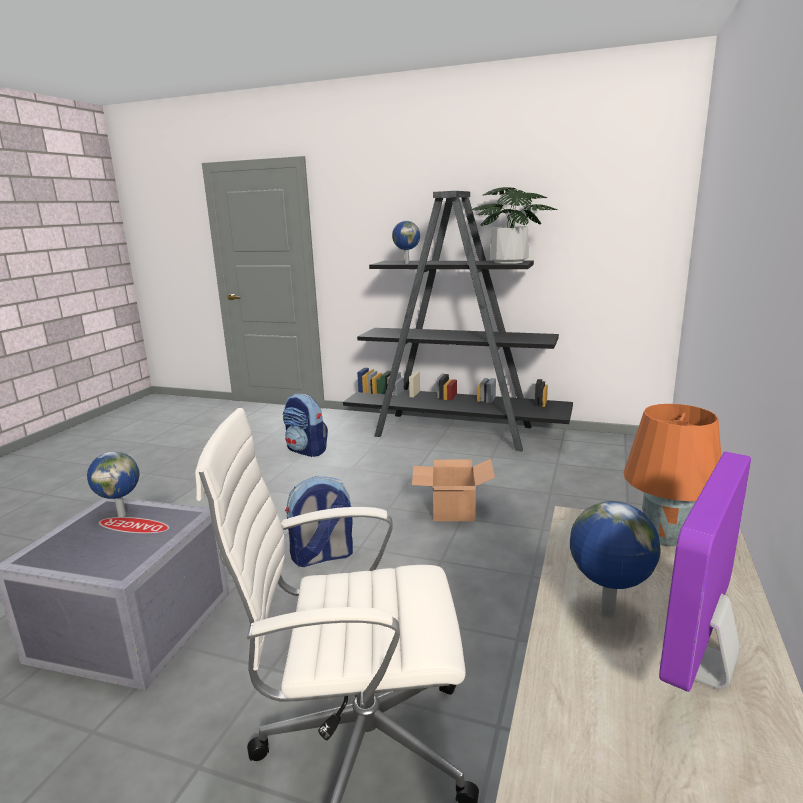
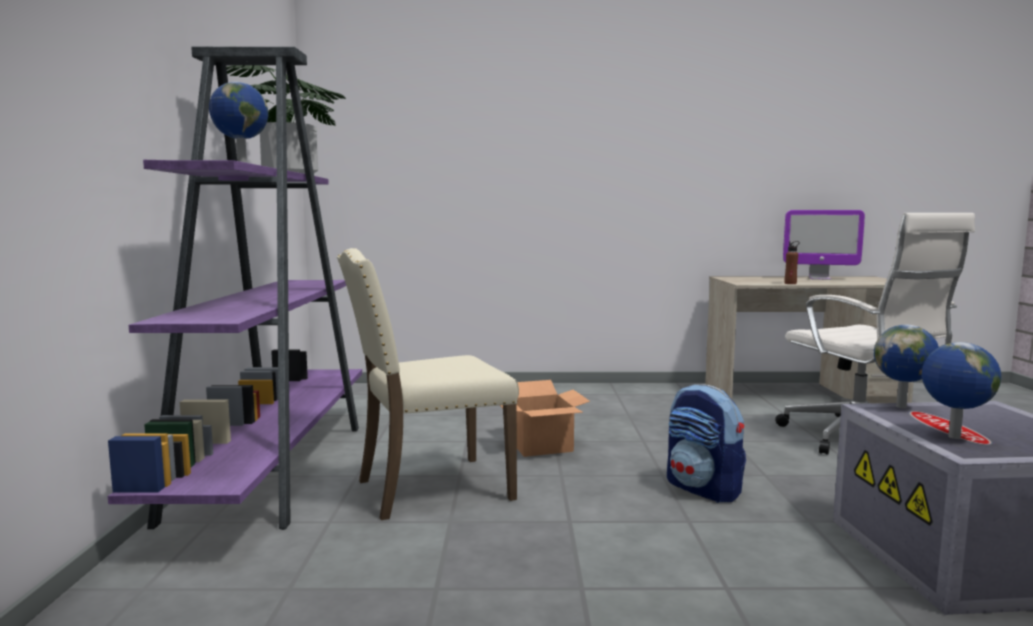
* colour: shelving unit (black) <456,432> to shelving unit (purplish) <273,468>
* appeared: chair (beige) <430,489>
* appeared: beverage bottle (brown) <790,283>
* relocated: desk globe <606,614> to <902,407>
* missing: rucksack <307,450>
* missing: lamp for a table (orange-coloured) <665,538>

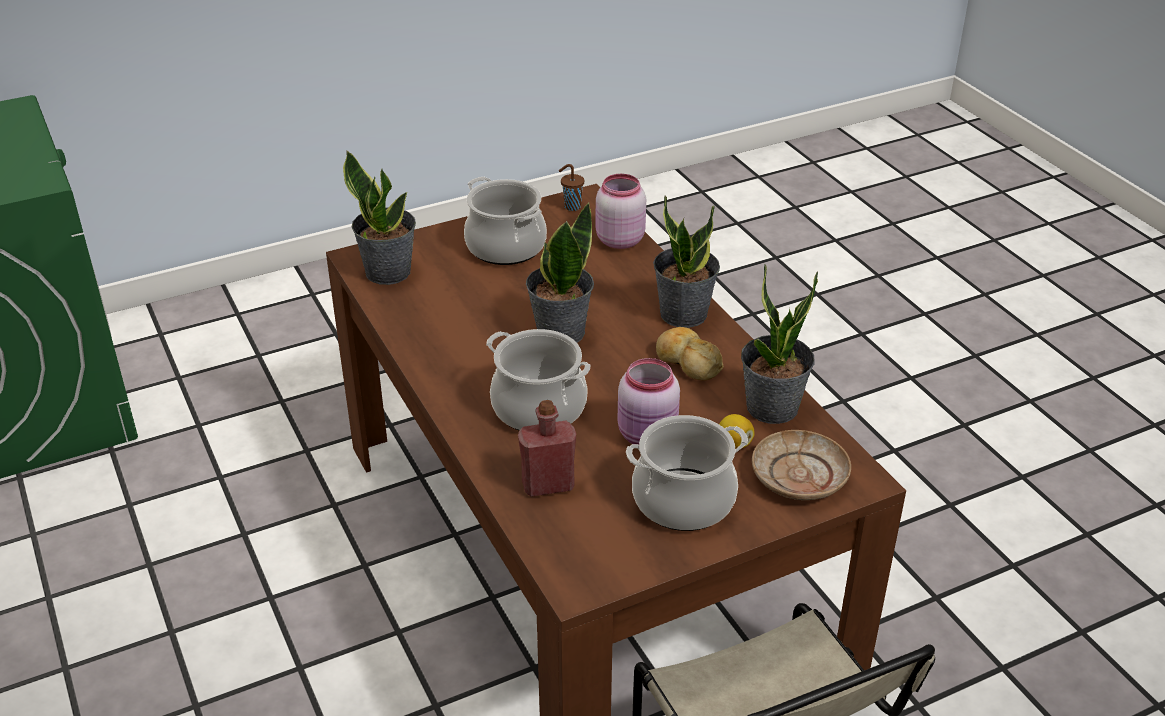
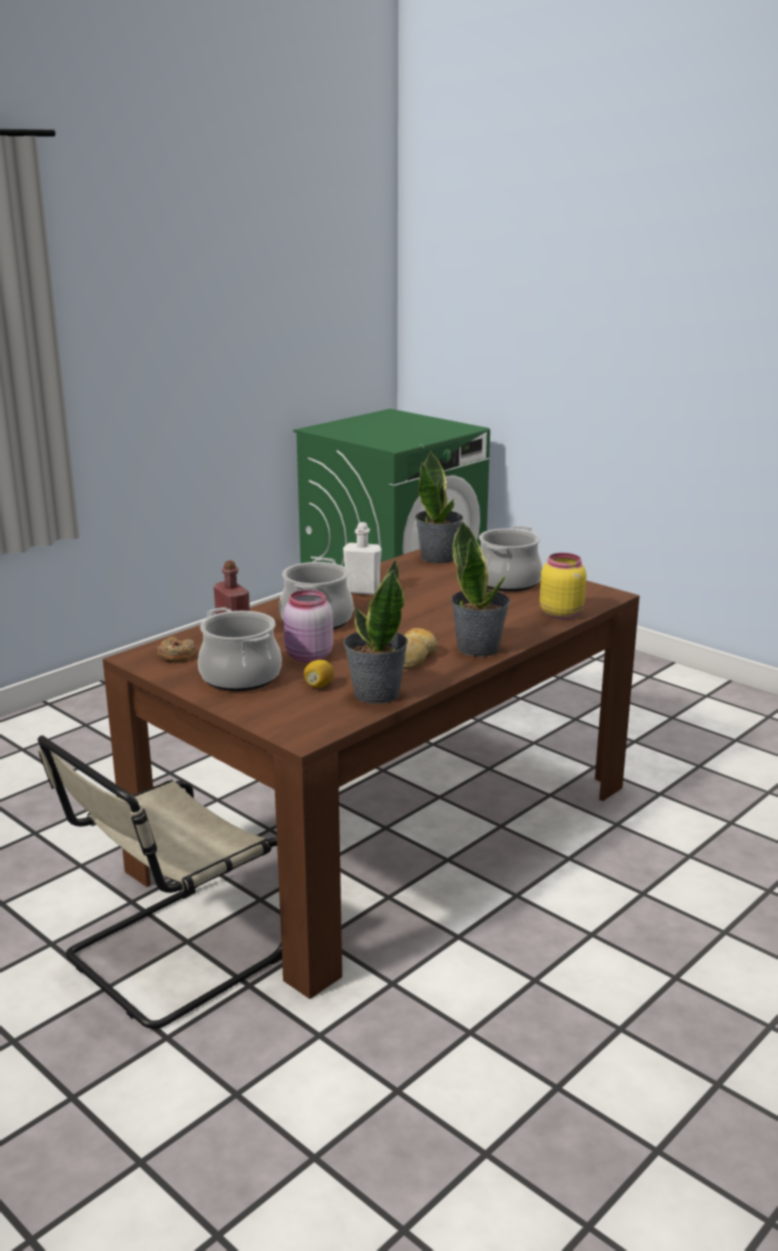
* appeared: ring doughnut <176,656>
* appeared: beverage bottle (whitish) <362,591>
* colour: storage jar (pink-coloured) <618,240> to storage jar (yellowish) <561,613>
* missing: potted plant <560,332>
* missing: cup (brown) <571,206>
* missing: flat dish (beige) <799,476>

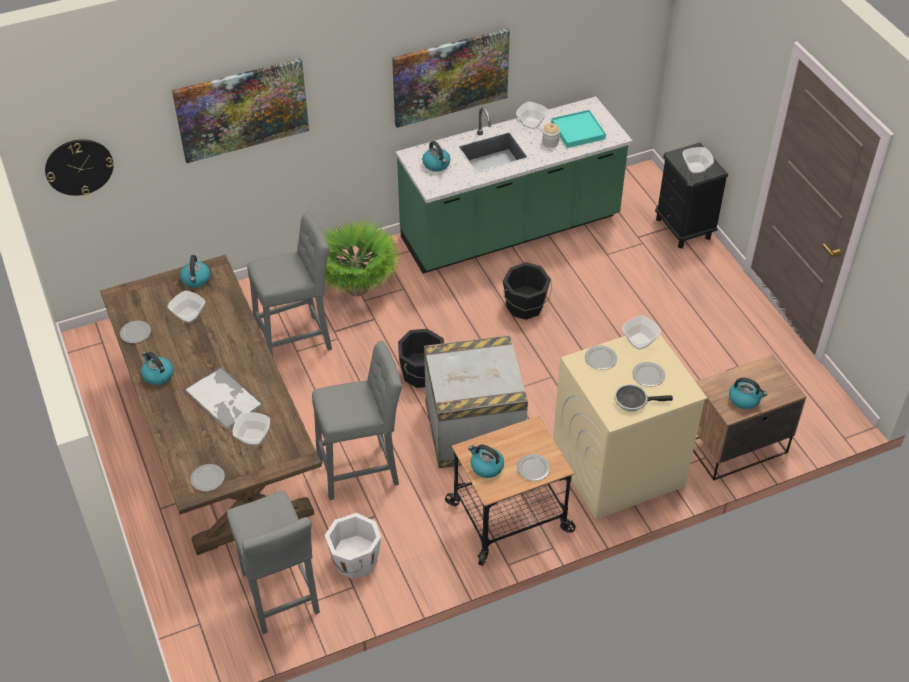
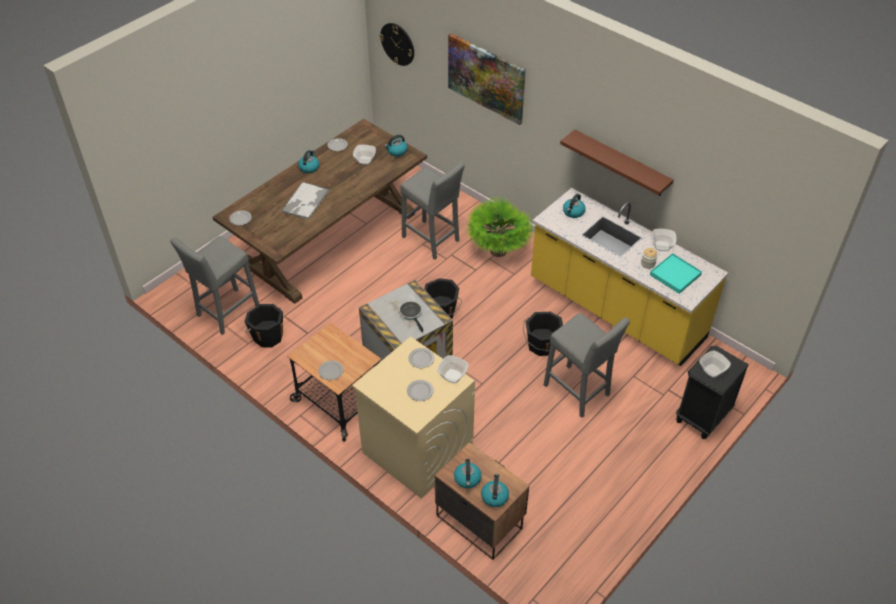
* colour: bucket (whitish) <354,561> to bucket (black) <267,336>
* relocated: pan <633,401> to <411,314>
* relocated: tea kettle <486,467> to <494,496>
* colour: kitchen counter (green) <511,230> to kitchen counter (yellowish) <615,310>
* relocated: stool seat (gray) <362,471> to <578,393>
* exchanged: wall art <450,77> to shelf (brown) <621,164>
* missing: bowl <253,436>

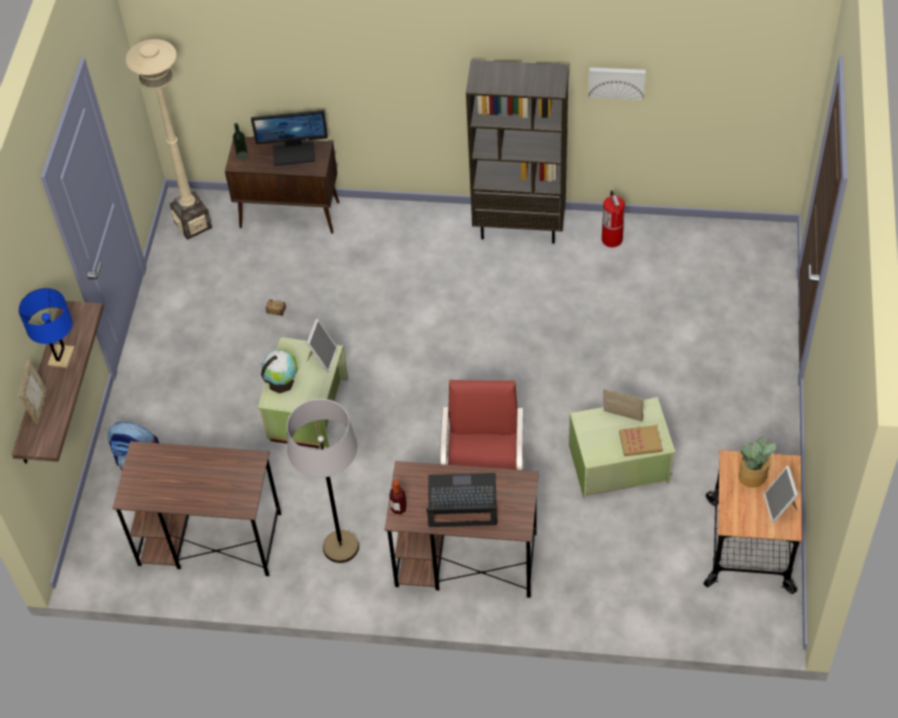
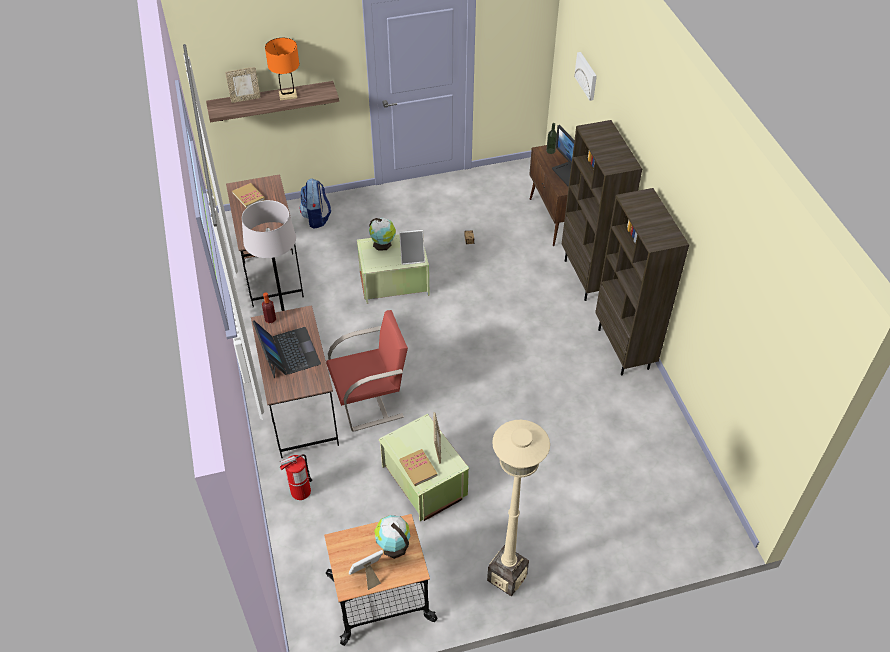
* appeared: book <248,196>
* colour: lamp for a table (bluish) <61,357> to lamp for a table (orange-coloured) <288,95>
* relocated: fire-fighting cylinder <612,239> to <300,492>
* exchanged: potted plant <753,476> to desk globe <393,546>
* relocated: standard lamp (beige) <193,224> to <507,577>
* appeared: shelving unit (brown) <588,277>
* relocated: wall art <616,81> to <587,75>

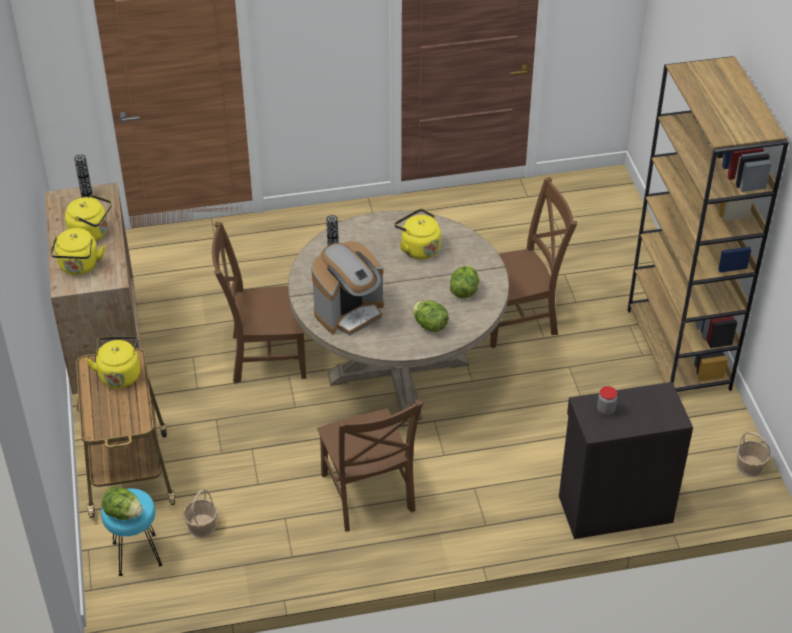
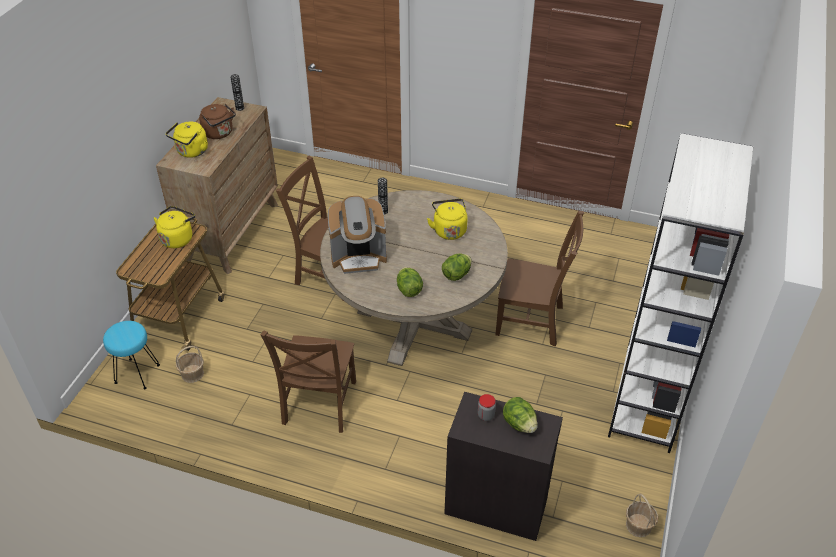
* colour: tea kettle (yellowish) <92,233> to tea kettle (brown) <219,133>
* relocated: lettuce head <123,513> to <519,424>
* colour: shelving unit (brown) <679,350> to shelving unit (whitish) <647,400>

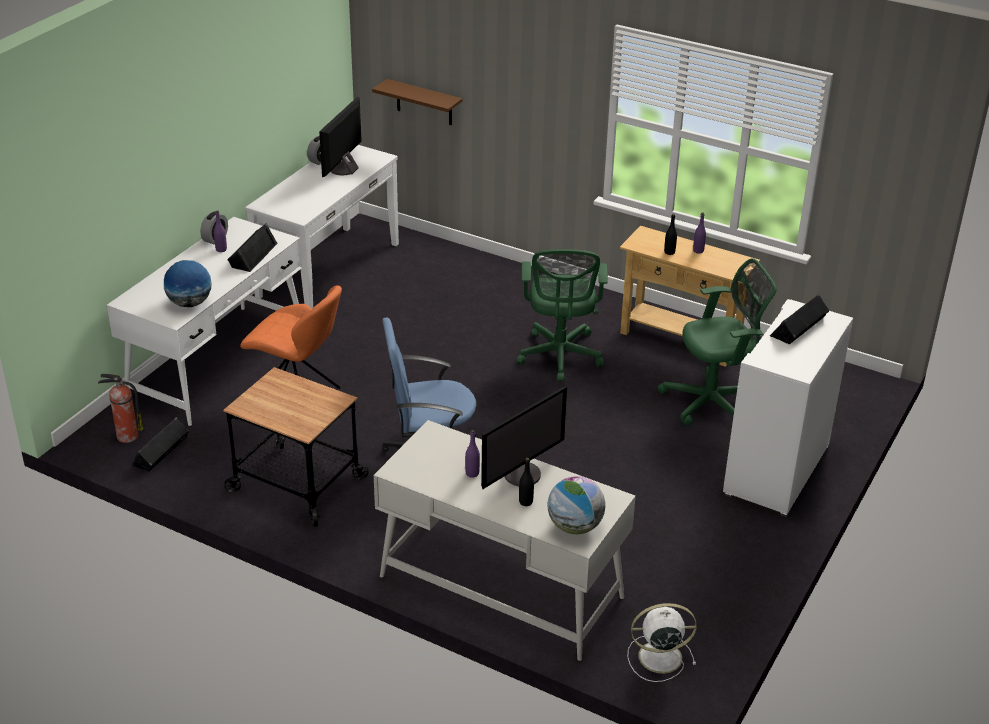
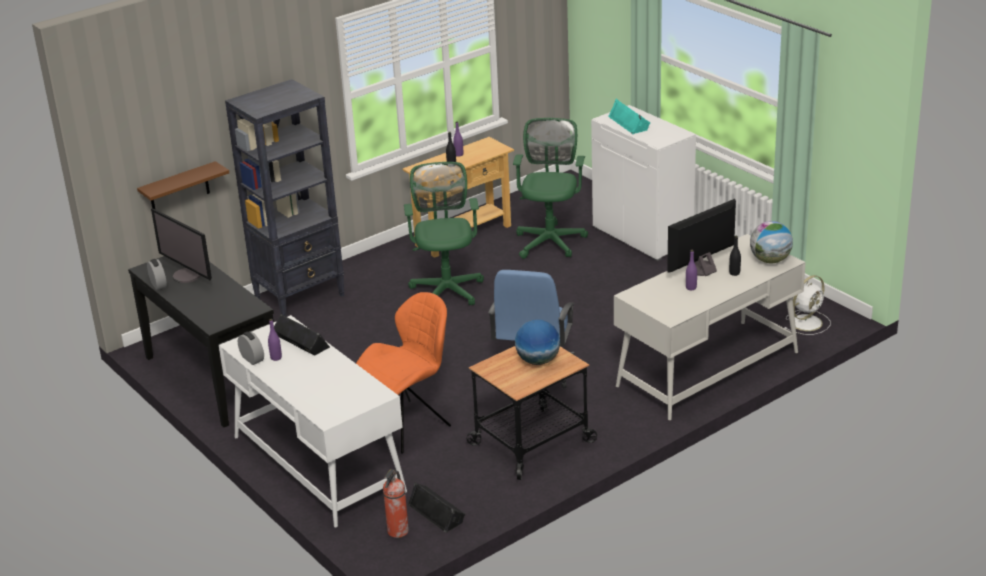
* colour: narrow table (whitish) <328,270> to narrow table (black) <212,379>
* appeared: shelving unit (black) <300,297>
* spun: desk chair (green) <560,357> = <447,290> 120 degrees counterclockwise
* relocated: desk globe <190,303> to <538,361>
* colour: audio speaker (black) <800,327> to audio speaker (blue-green) <629,123>
* spun: computer display <522,474> = <701,269> 105 degrees counterclockwise
* spun: cooling fan (whitish) <658,657> = <807,322> 150 degrees counterclockwise

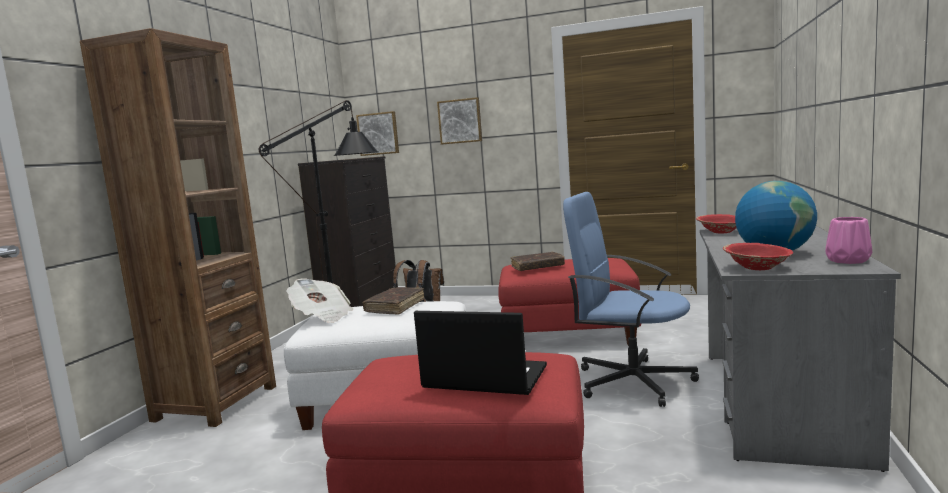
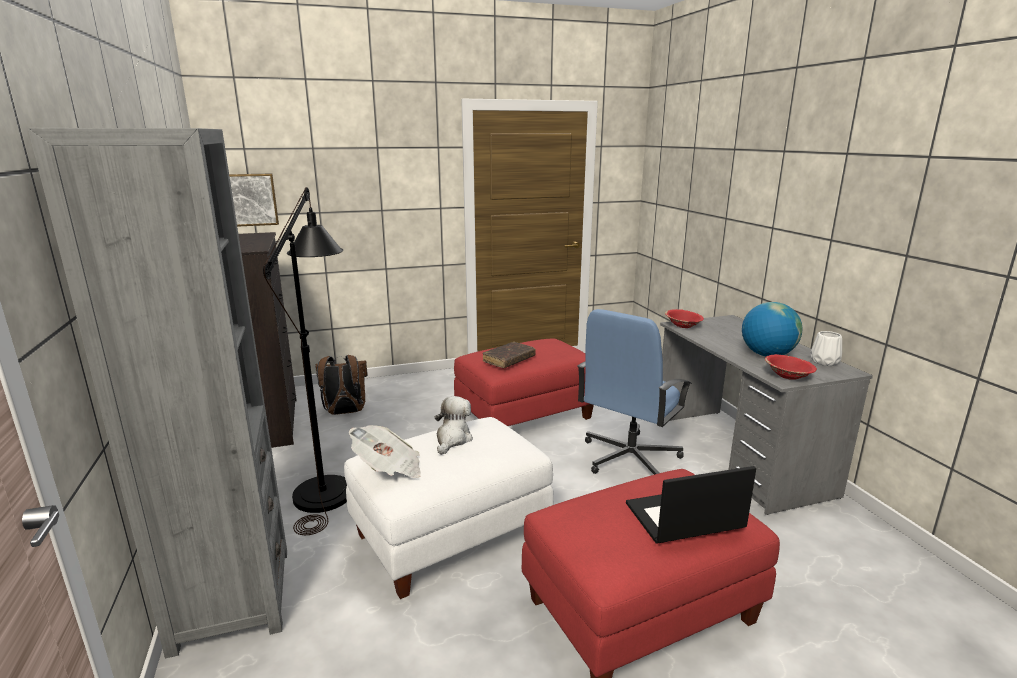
* colour: shelving unit (brown) <215,403> to shelving unit (gray) <232,599>
* exchanged: book (brown) <395,307> to soft toy <452,439>
* spun: desk chair (bluish) <631,381> = <629,458> 45 degrees counterclockwise
* colour: vase (pink-coloured) <846,260> to vase (whitish) <823,362>
* missing: wall art <460,121>

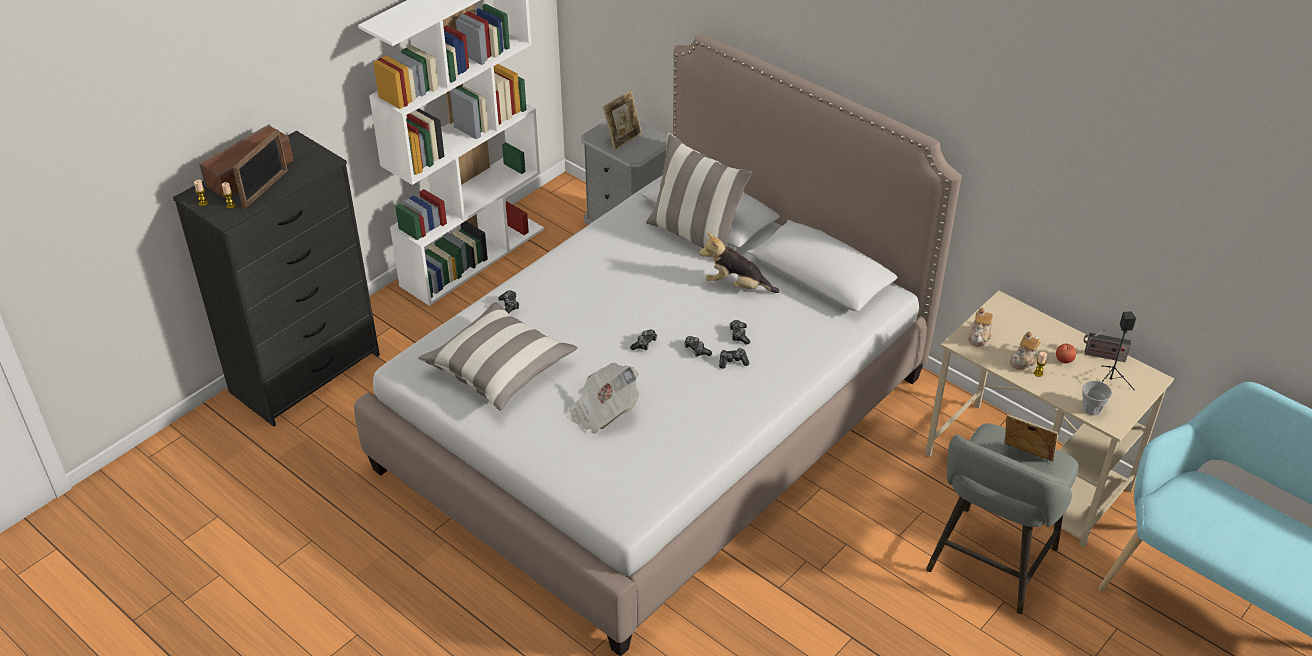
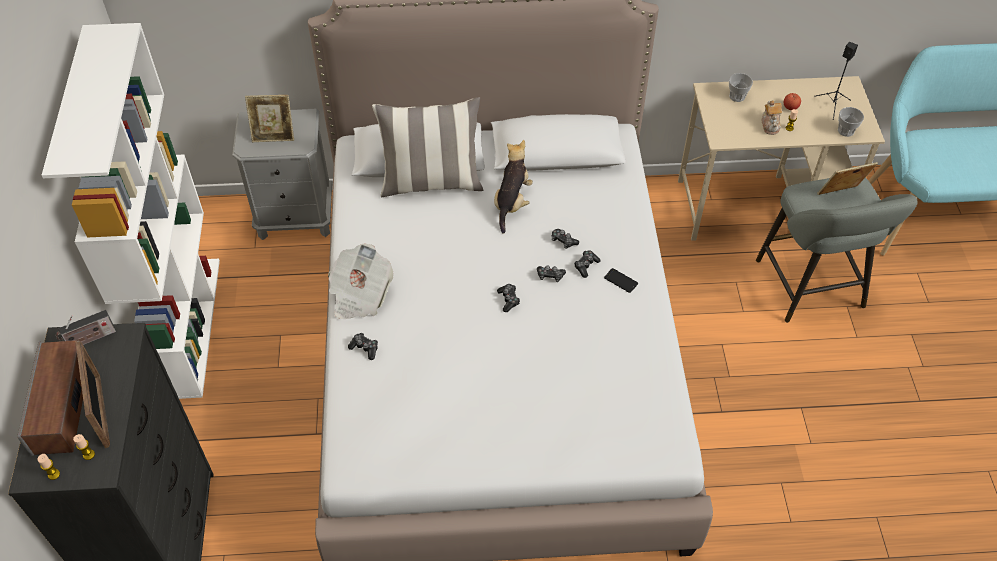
* relocated: radio <1102,356> to <89,339>
* spun: photo frame <623,139> = <274,136> 90 degrees clockwise
* relocated: daily paper <603,411> to <360,294>
* spun: soft toy <736,286> = <512,202> 135 degrees clockwise
* appeared: handset <621,281>
* appeared: cup <737,96>
* missing: throw pillow <499,369>
* missing: teapot <979,336>

